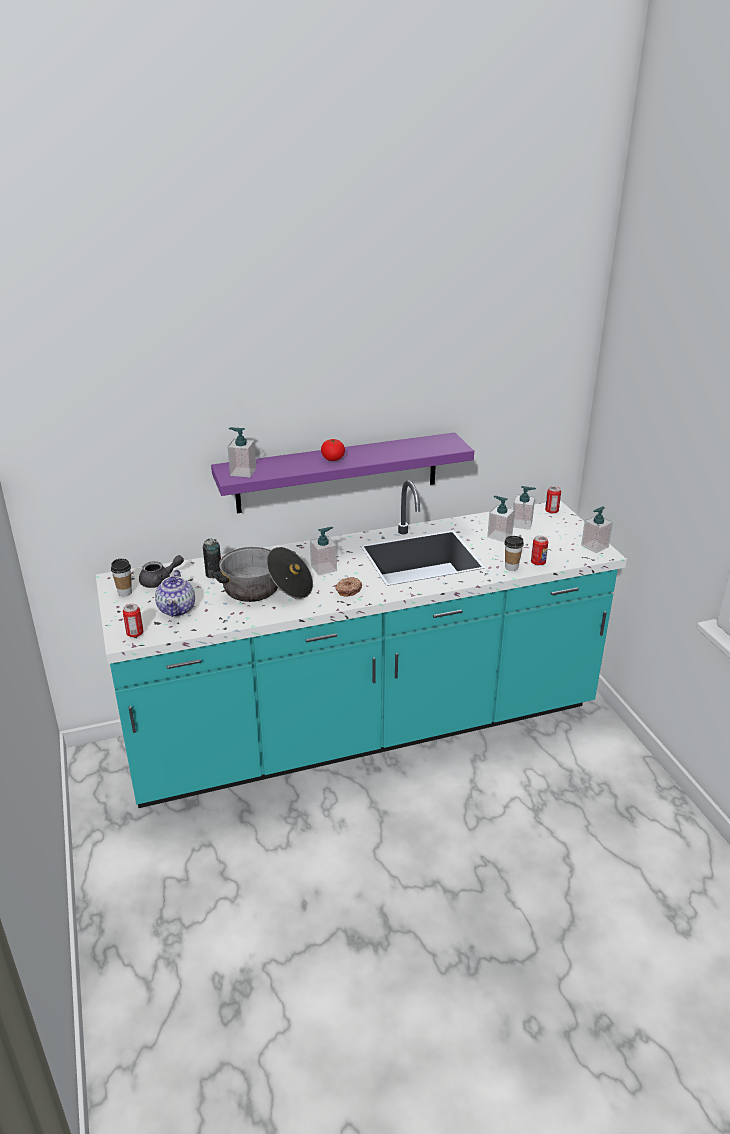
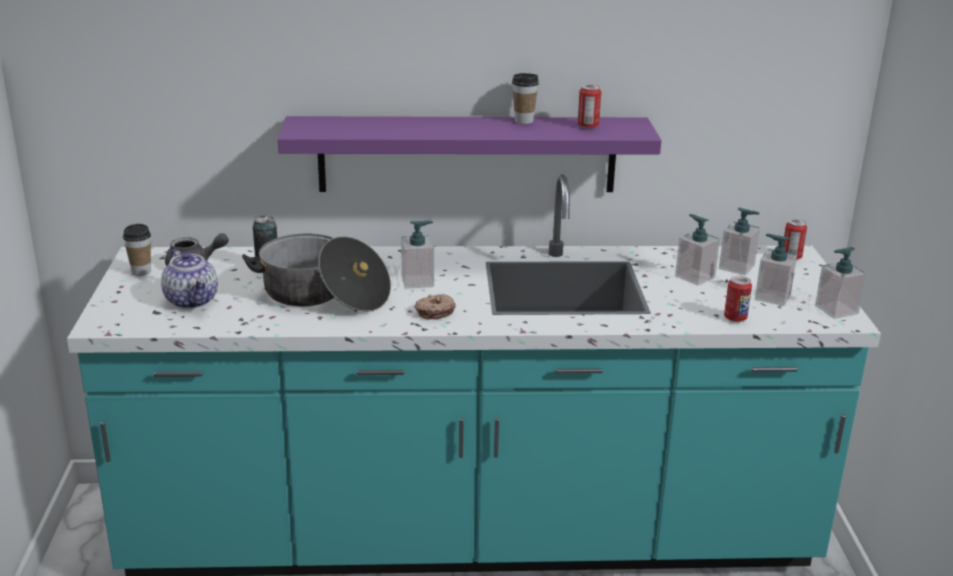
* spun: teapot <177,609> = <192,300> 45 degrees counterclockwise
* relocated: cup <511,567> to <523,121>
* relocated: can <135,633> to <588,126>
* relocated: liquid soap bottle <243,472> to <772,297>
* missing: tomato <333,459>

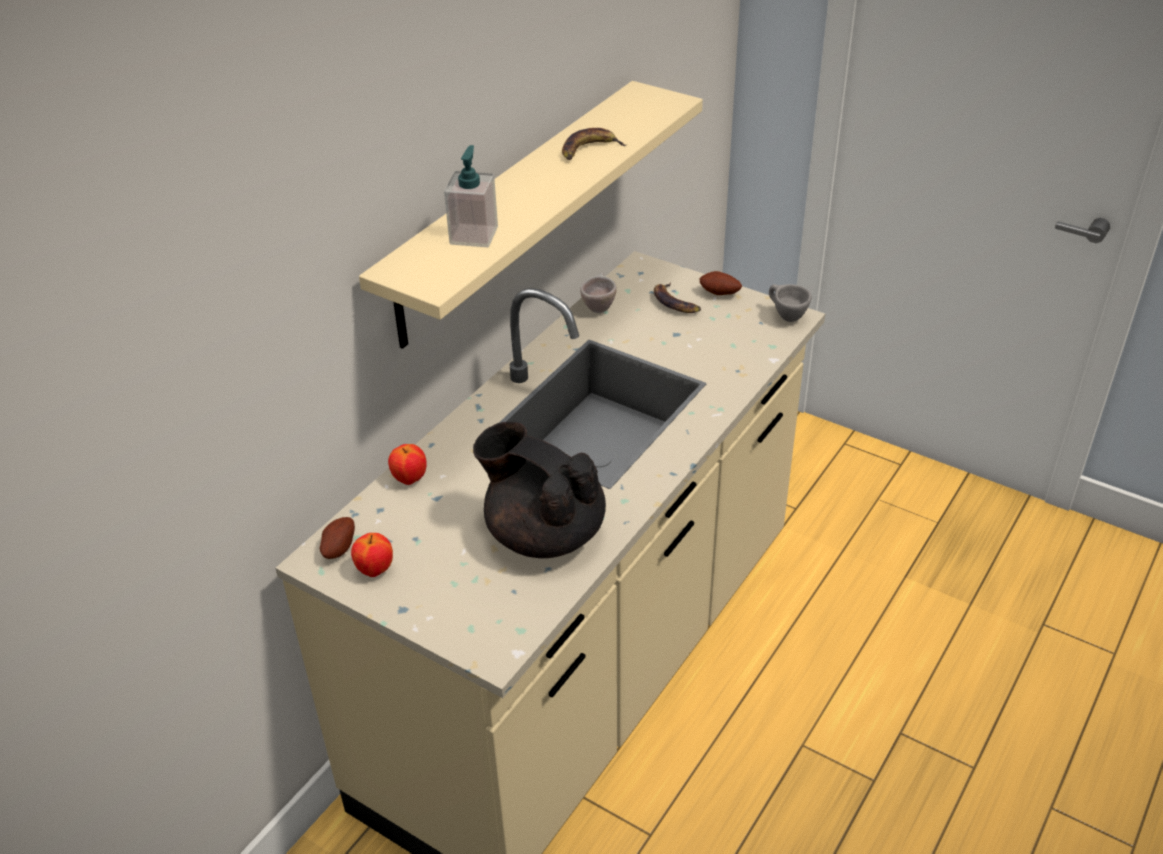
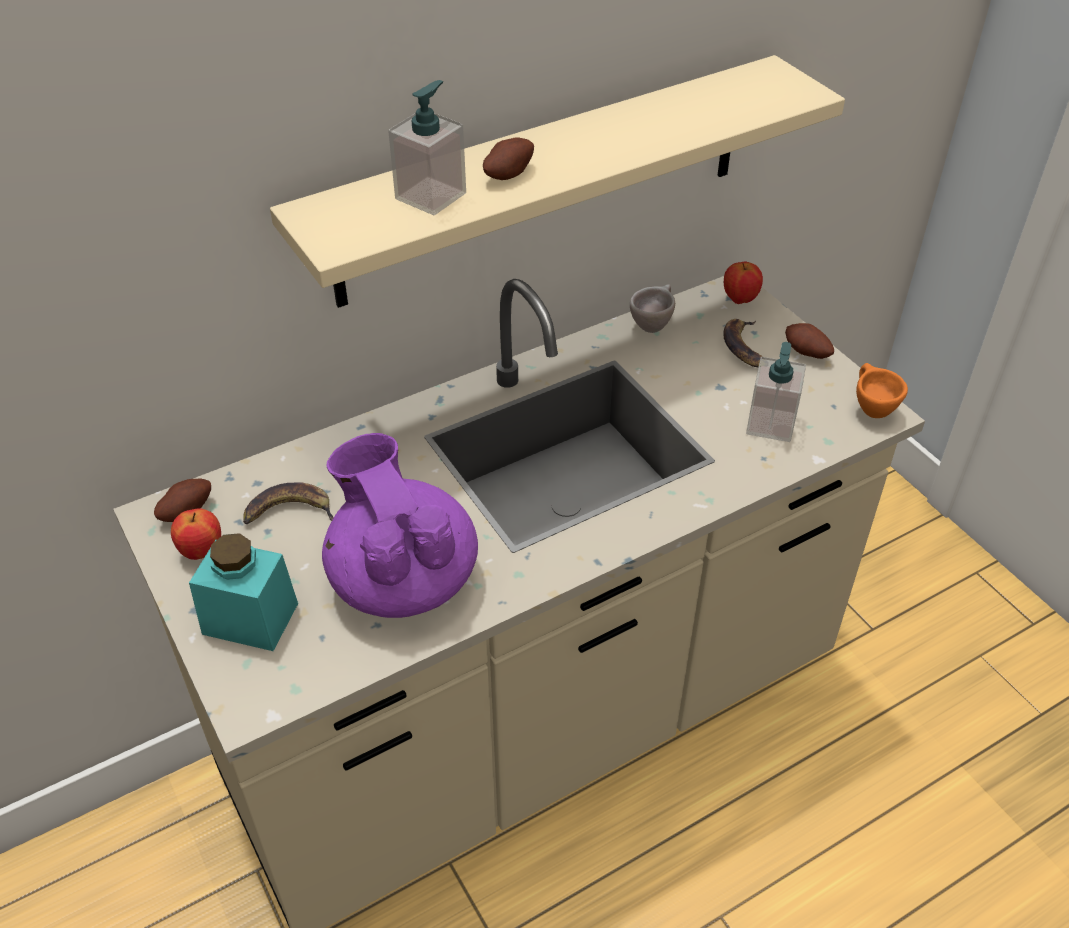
* appeared: storage jar (blue-green) <250,618>
* relocated: banana <589,149> to <288,511>
* colour: teapot (black) <543,533> to teapot (purplish) <402,579>
* appeared: spud <507,174>
* relocated: apple fruit <410,479> to <740,299>
* appeared: liquid soap bottle <770,424>
* colour: cup (gray) <785,316> to cup (orange-coloured) <870,408>

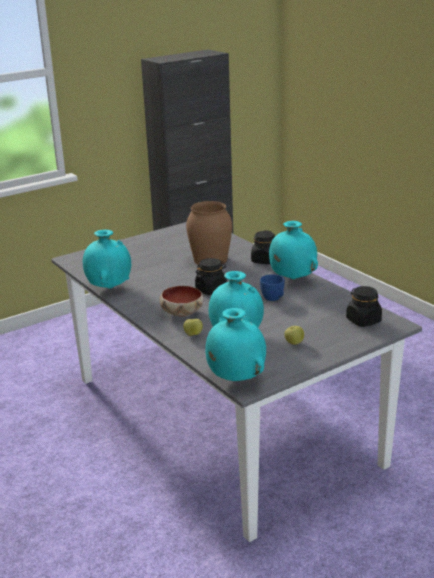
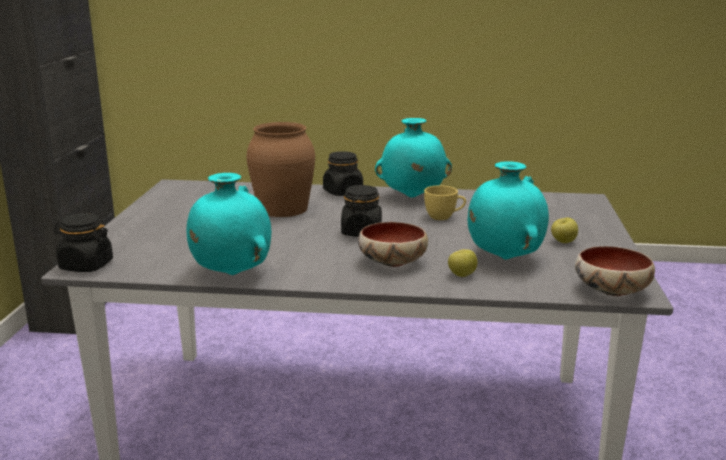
* relocated: storage jar (black) <363,320> to <86,265>
* colour: cup (bluish) <274,299> to cup (yellowish) <444,217>
* exchanged: vase (blue-green) <236,379> to bowl <610,291>

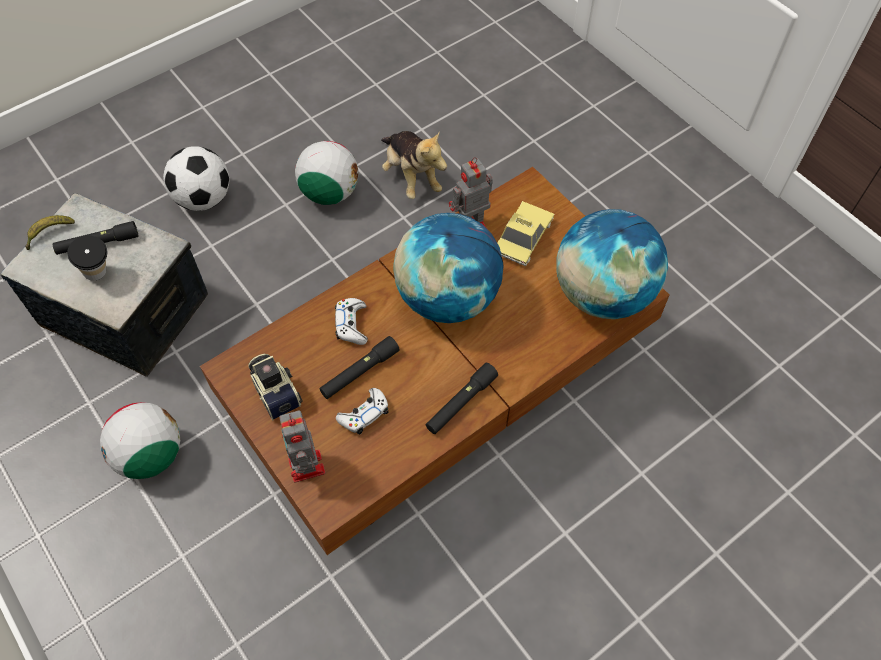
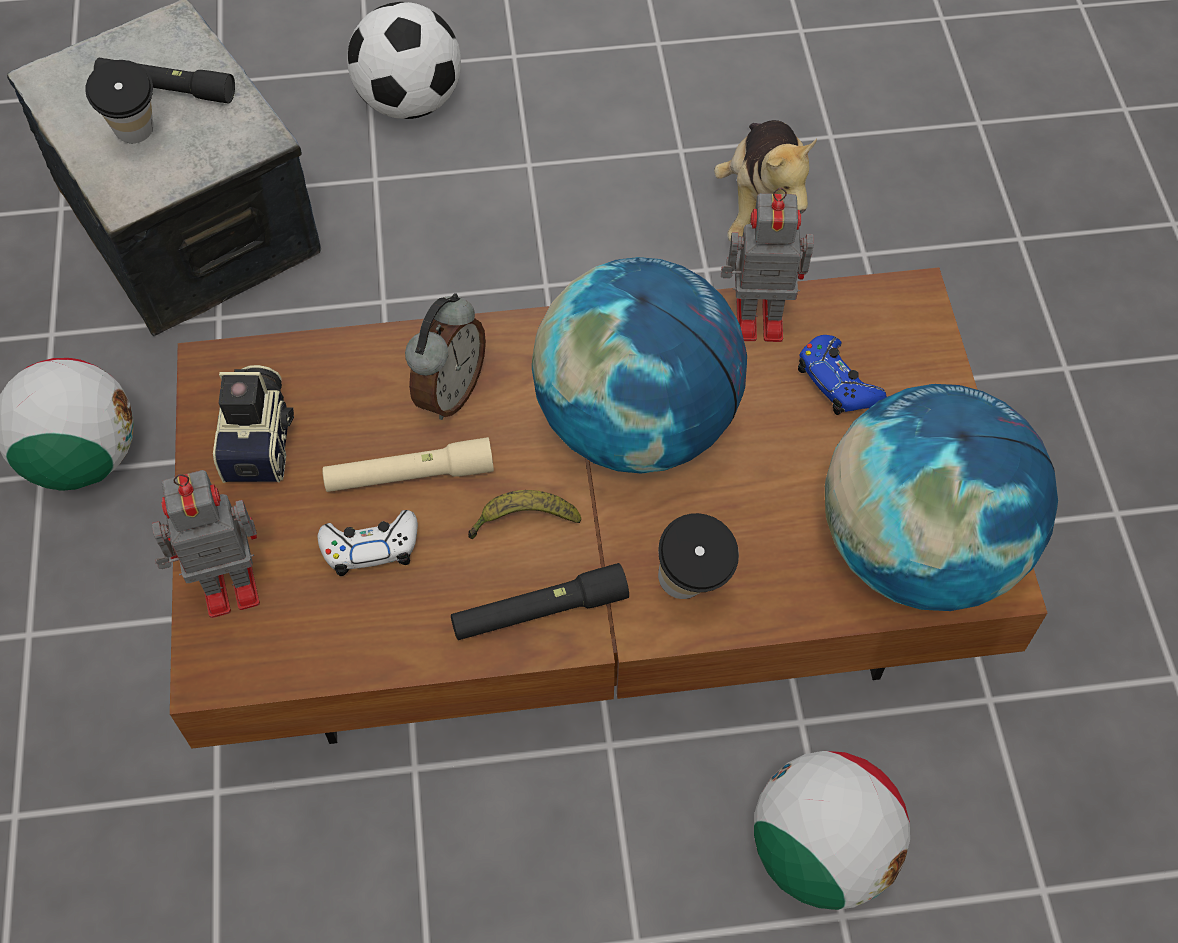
* spun: robot figure <307,468> = <225,587> 60 degrees clockwise
* colour: torch (black) <359,372> to torch (beige) <409,475>
* exchanged: game controller (whitish) <351,325> to table clock <449,392>
* relocated: banana <49,233> to <523,521>
* appeared: cup <691,591>
* relocated: ball for football <330,193> to <820,852>
* exchanged: model car <523,237> to game controller (bluish) <838,383>

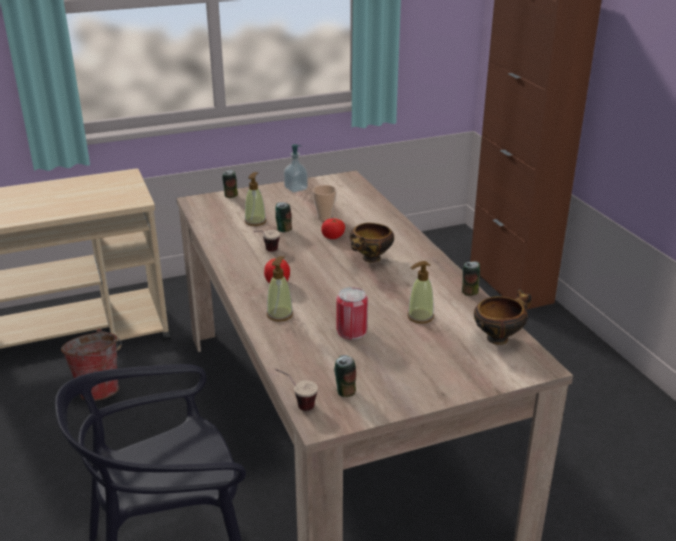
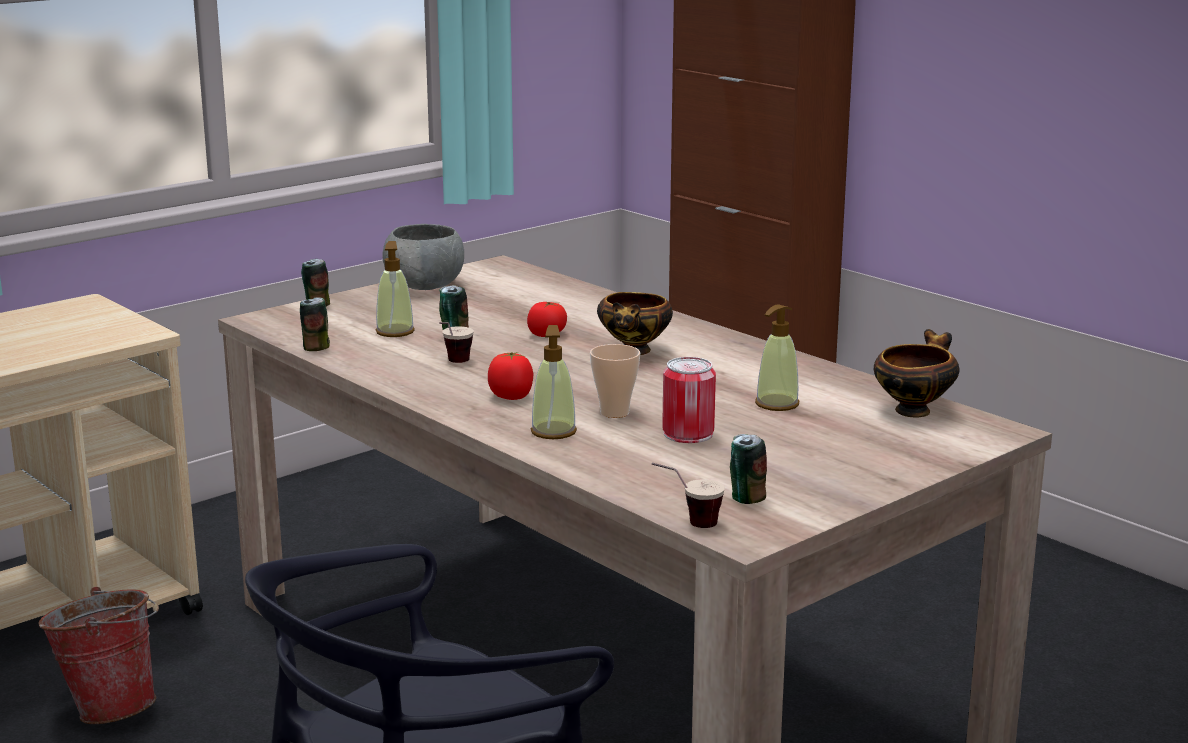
* relocated: can <469,292> to <316,348>
* exchanged: liquid soap bottle <296,188> to bowl (gray) <423,286>
* relocated: cup <324,218> to <614,412>

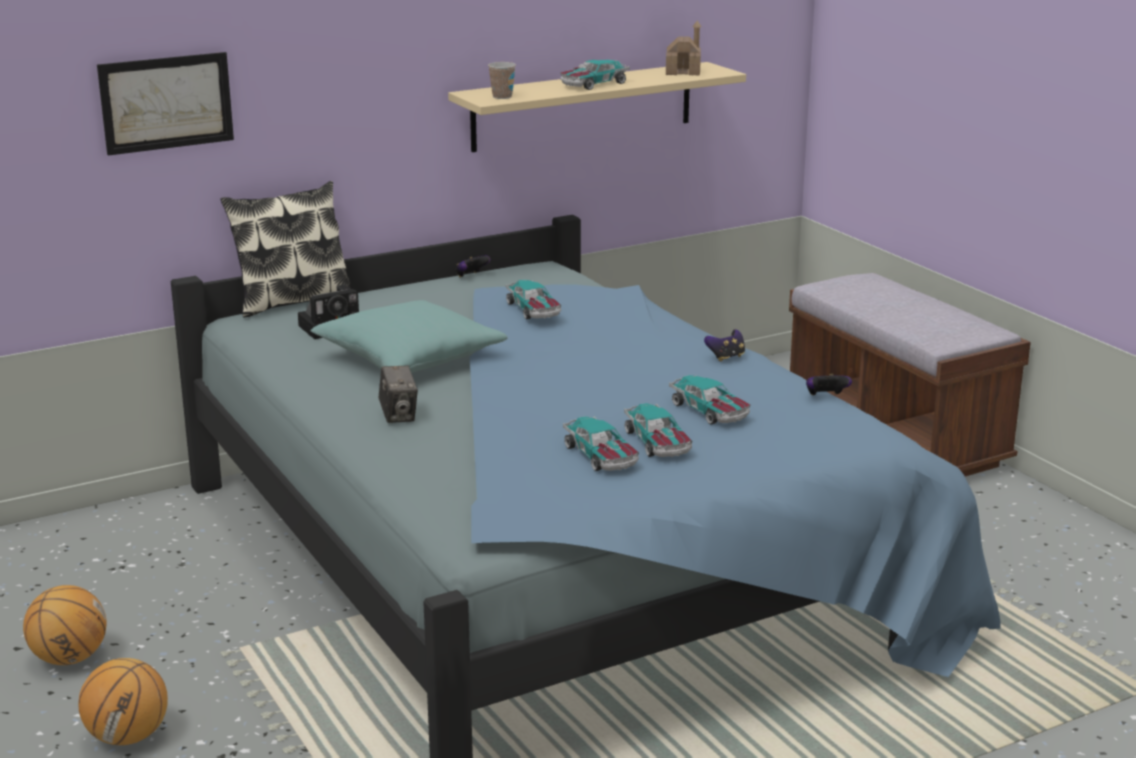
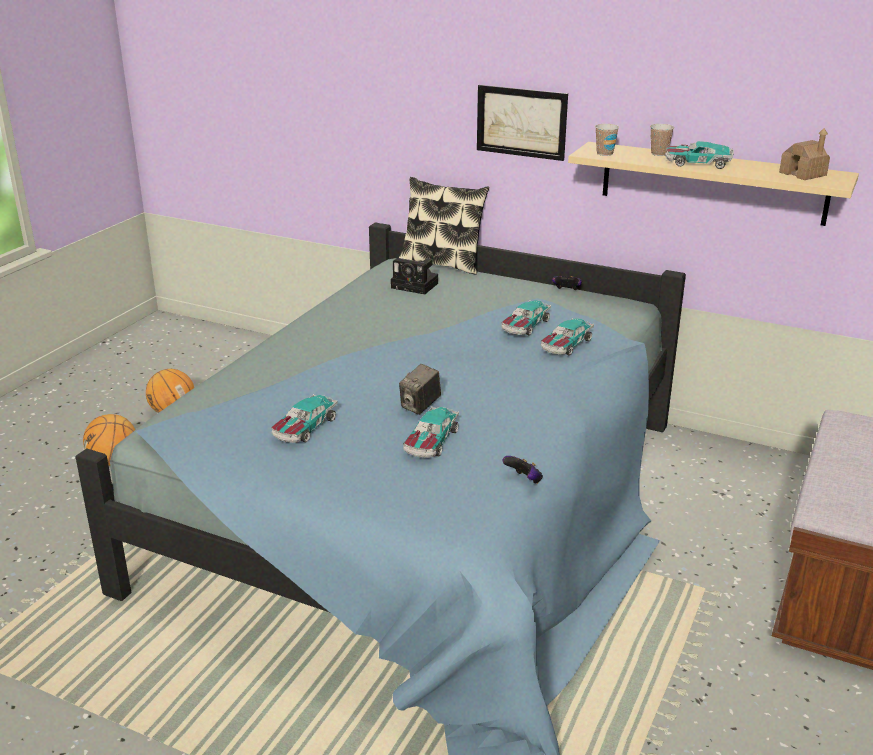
* relocated: photo camera <399,416> to <420,406>
* relocated: wall art <166,102> to <521,122>
* relocated: model car <657,443> to <566,345>
* appeared: cup <659,153>
* missing: throw pillow (blue-green) <409,359>
* missing: game controller <726,357>

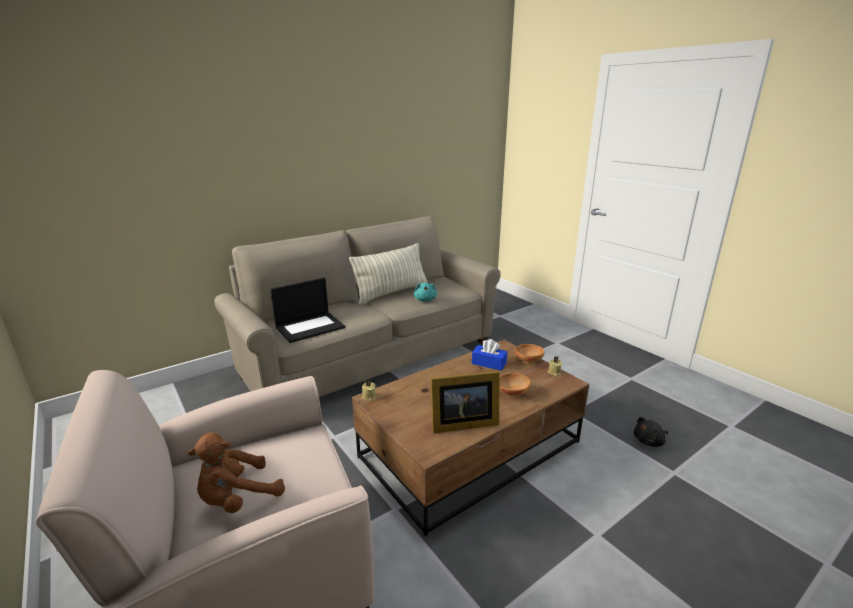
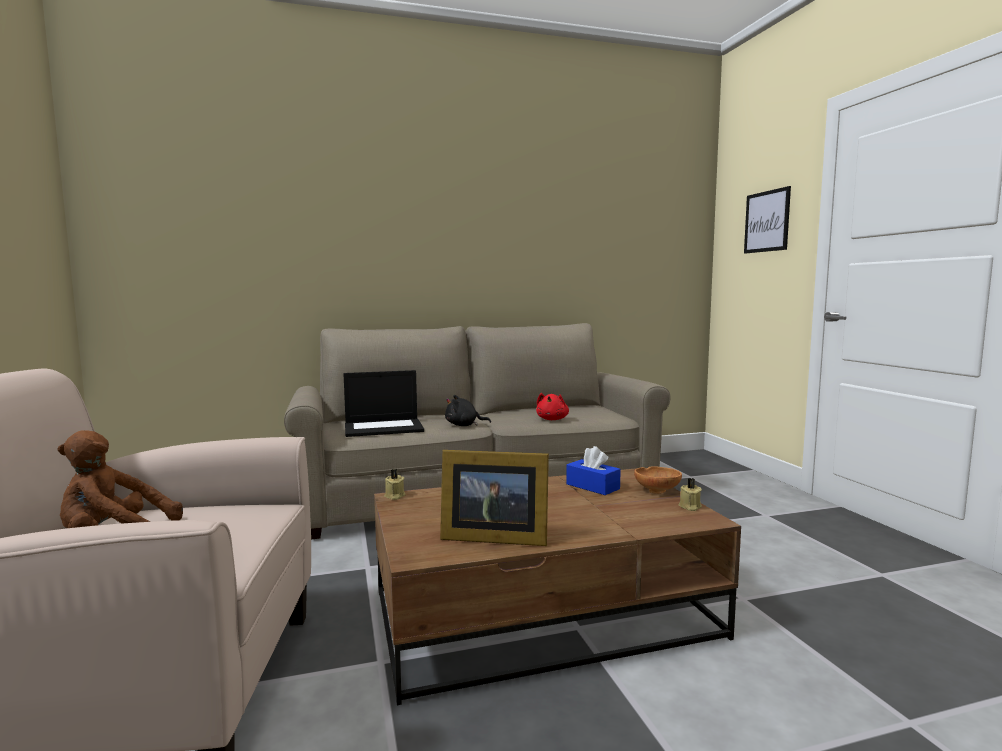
* relocated: soft toy (black) <649,441> to <464,425>
* colour: soft toy (blue-green) <425,300> to soft toy (red) <552,419>
* appeared: wall art <767,221>
* missing: throw pillow <392,293>
* missing: bowl (brown) <512,393>

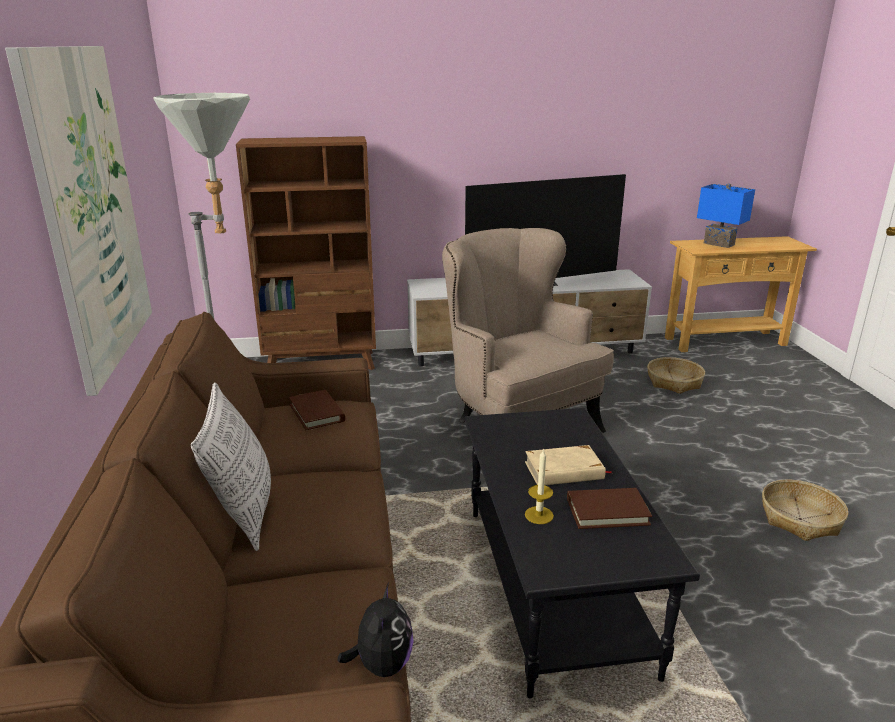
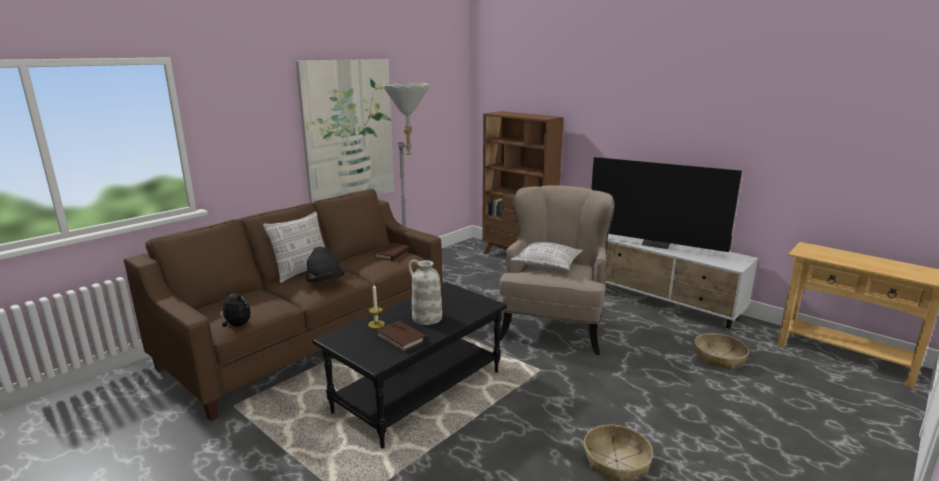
* spun: soft toy <382,664> = <236,325> 105 degrees counterclockwise
* appeared: wearable hat (black) <325,282>
* exchanged: book (beige) <564,471> to vase (whitish) <426,318>
* appeared: throw pillow <547,265>
* missing: lamp for a table (bluish) <718,244>

